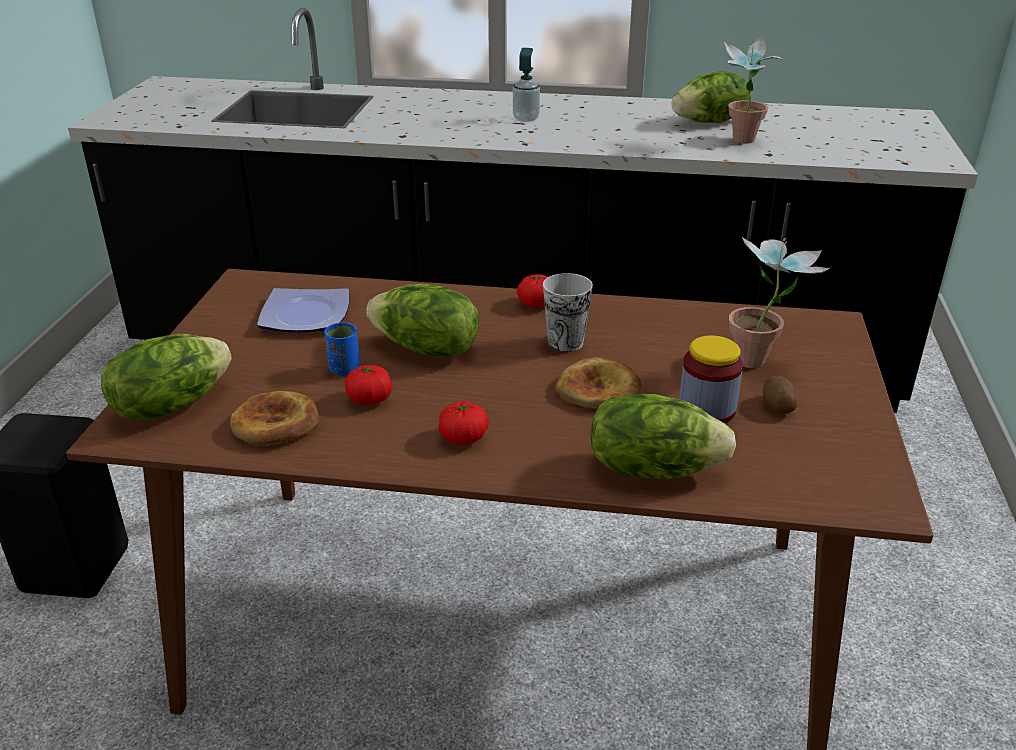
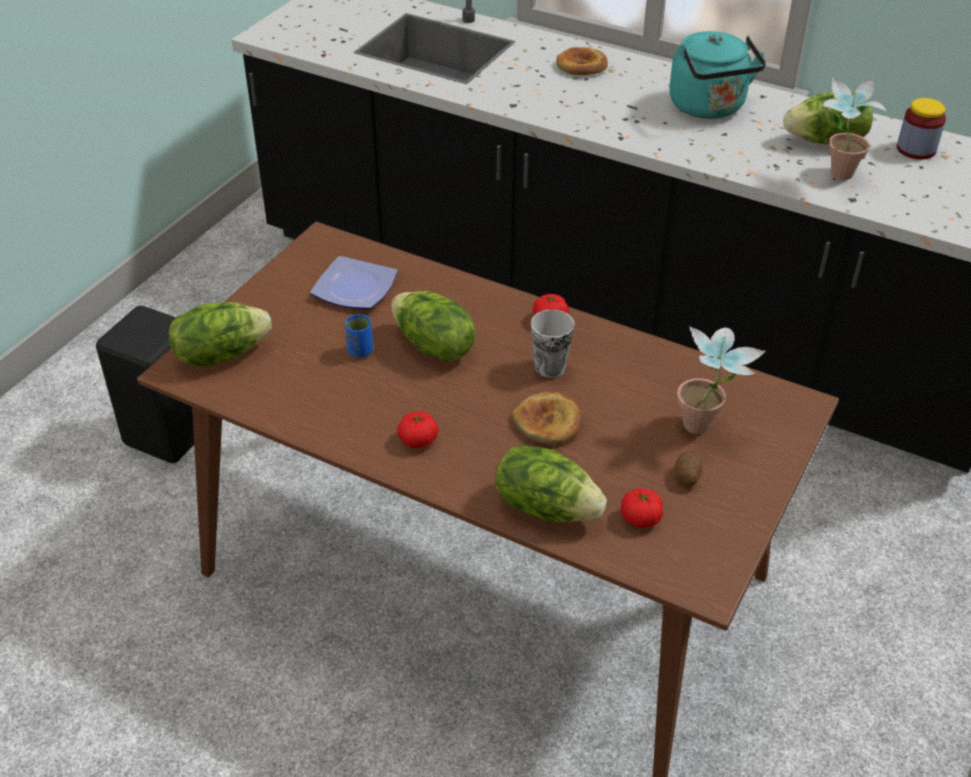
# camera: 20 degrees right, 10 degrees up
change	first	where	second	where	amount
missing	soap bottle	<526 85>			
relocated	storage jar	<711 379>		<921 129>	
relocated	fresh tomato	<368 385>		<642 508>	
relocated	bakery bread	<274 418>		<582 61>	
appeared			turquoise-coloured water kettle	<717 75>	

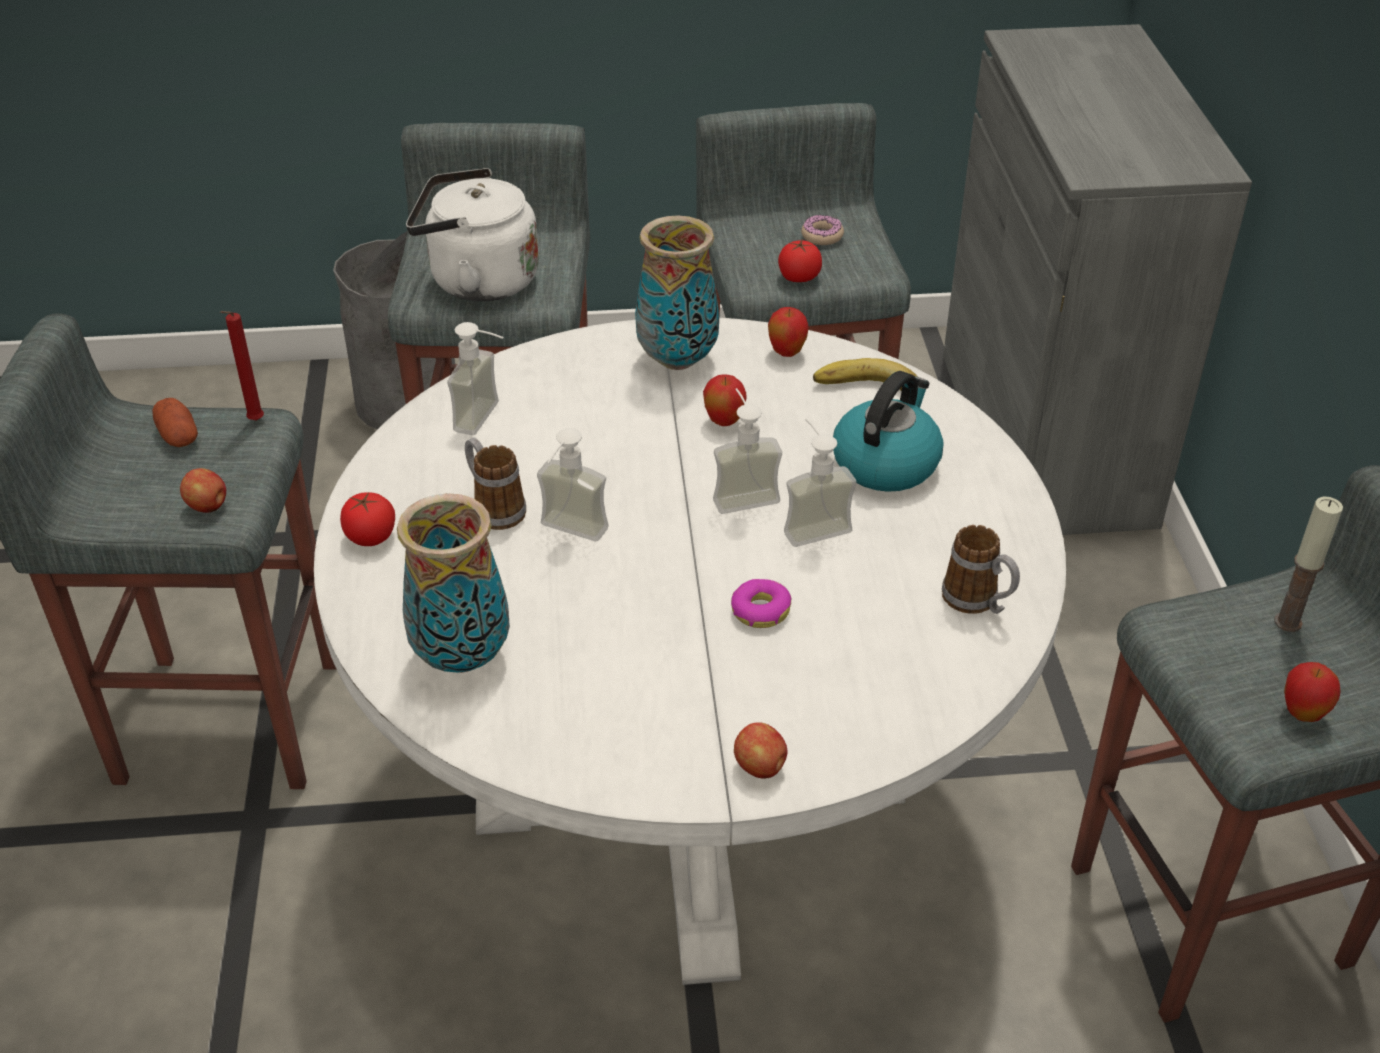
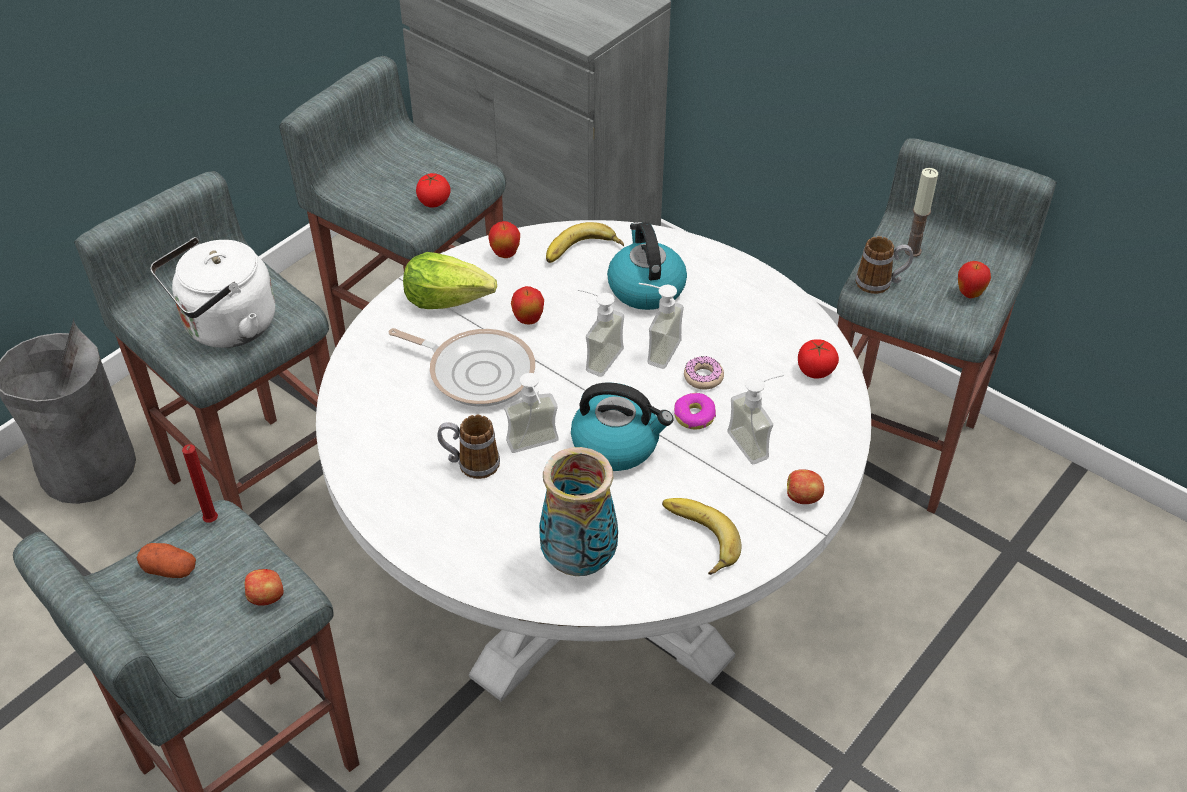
# camera: 45 degrees left, 5 degrees up
change	first	where	second	where	amount
exchanged	flower vase	<677 292>	lettuce head	<450 280>	
relocated	ring doughnut	<822 230>		<704 373>	
relocated	soap bottle	<475 378>		<755 419>	
relocated	fresh tomato	<367 519>		<818 359>	
relocated	tea mug	<981 569>		<884 265>	
appeared			frying pan	<461 367>	
appeared			water kettle	<622 426>	
appeared			banana fruit	<701 536>	

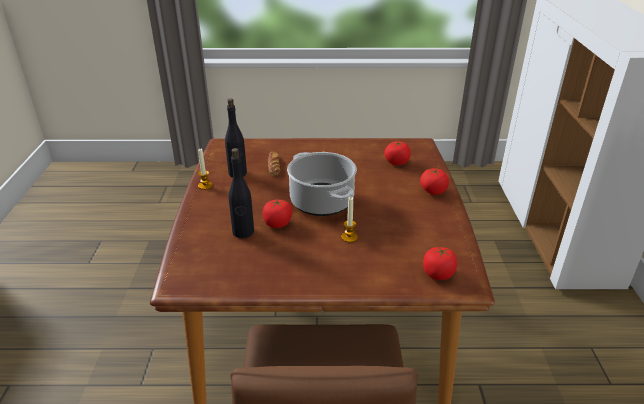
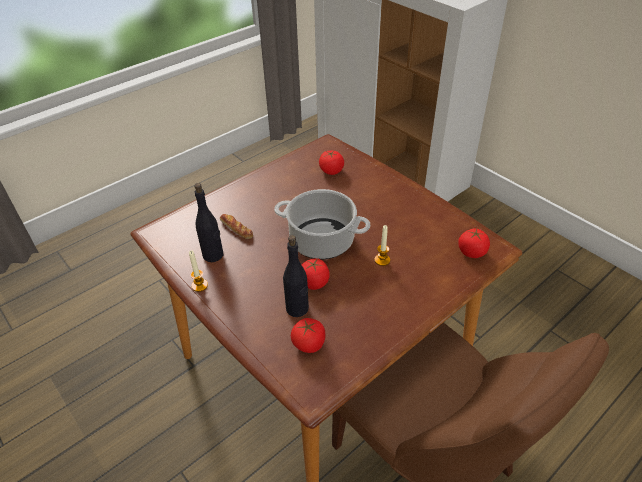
# camera: 40 degrees left, 10 degrees up
change	first	where	second	where	amount
relocated	fresh tomato	<434 181>		<308 335>	

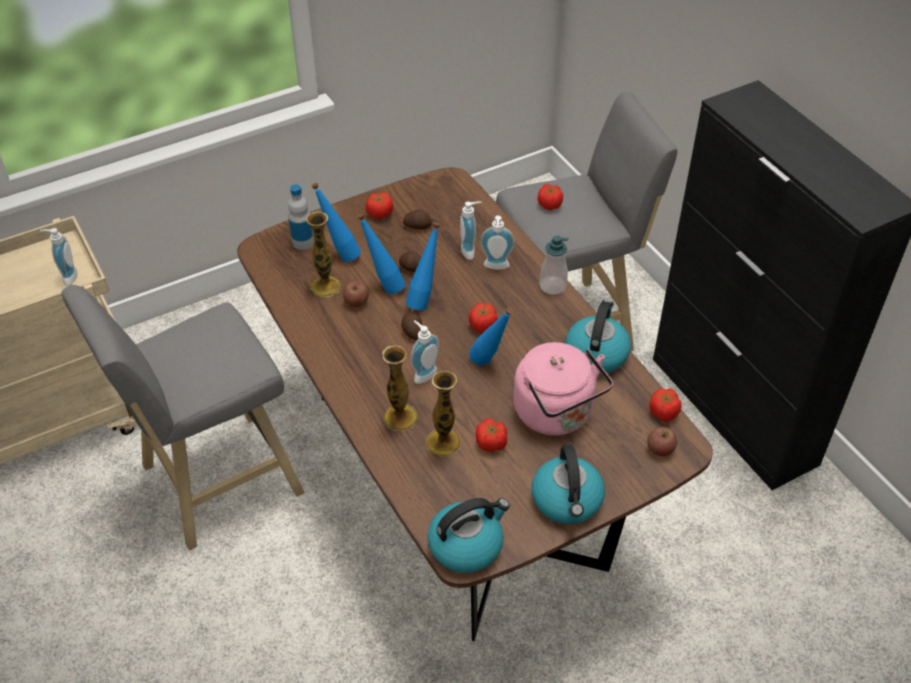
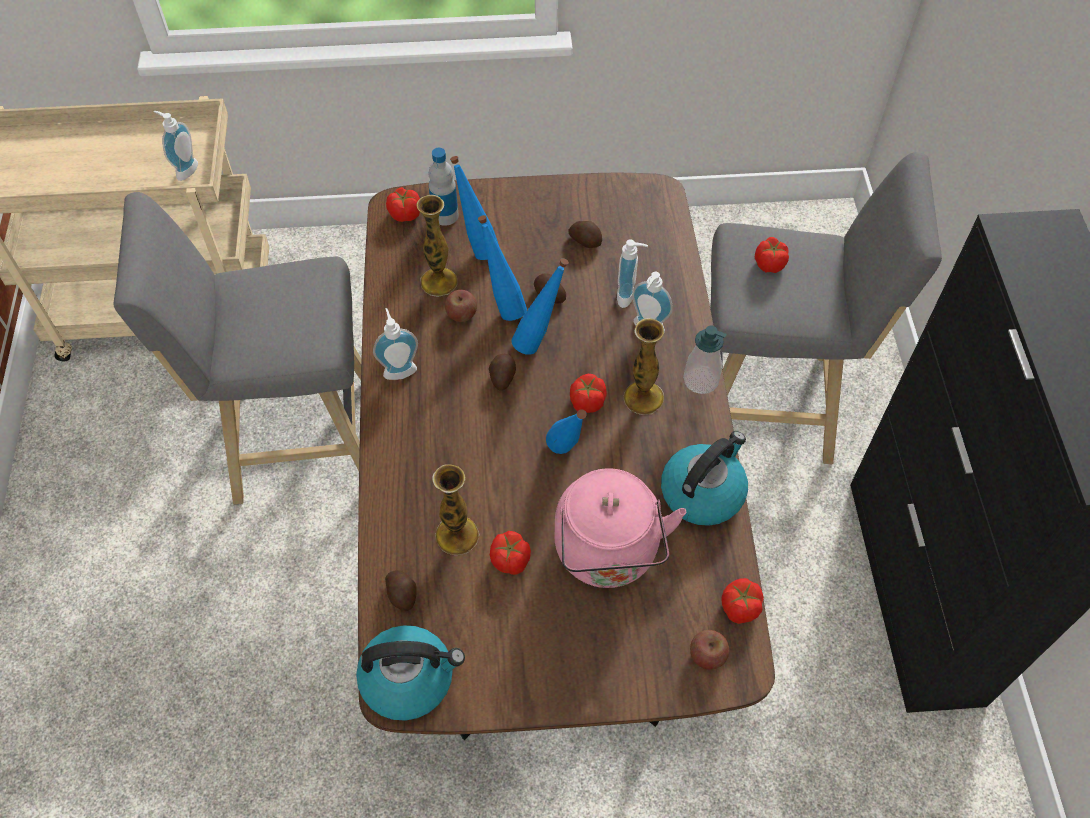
# camera: 25 degrees right, 10 degrees up
change	first	where	second	where	amount
relocated	fresh tomato	<379 205>		<403 204>	
relocated	soap bottle	<425 352>		<395 344>	
relocated	flower vase	<399 388>		<644 366>	
missing	water kettle	<568 484>			
appeared			spud	<401 590>	

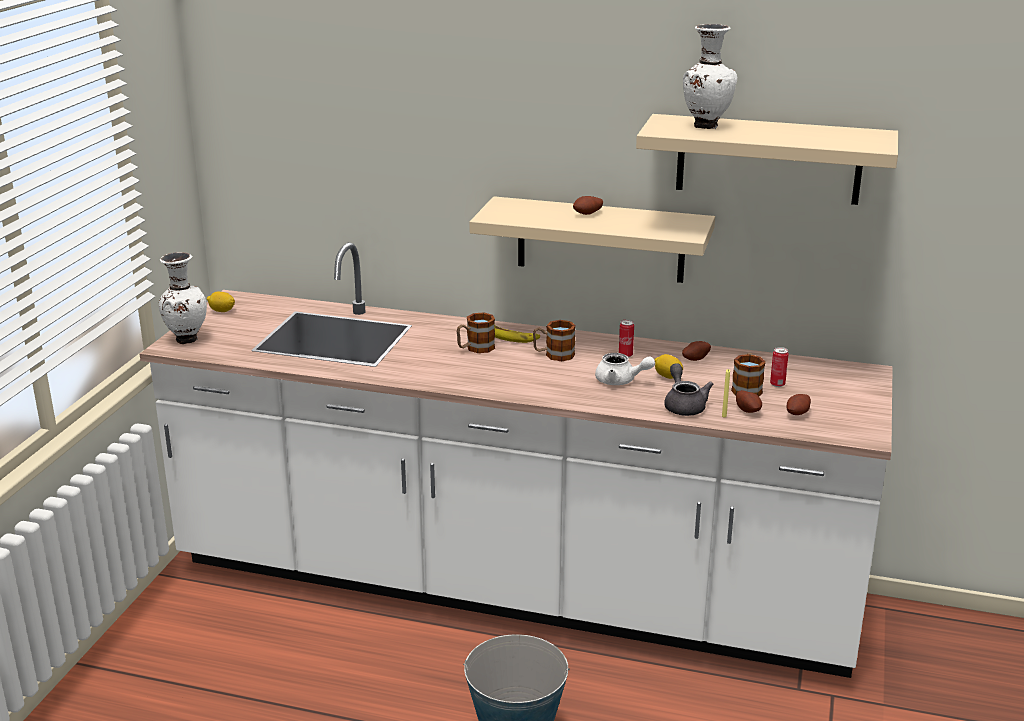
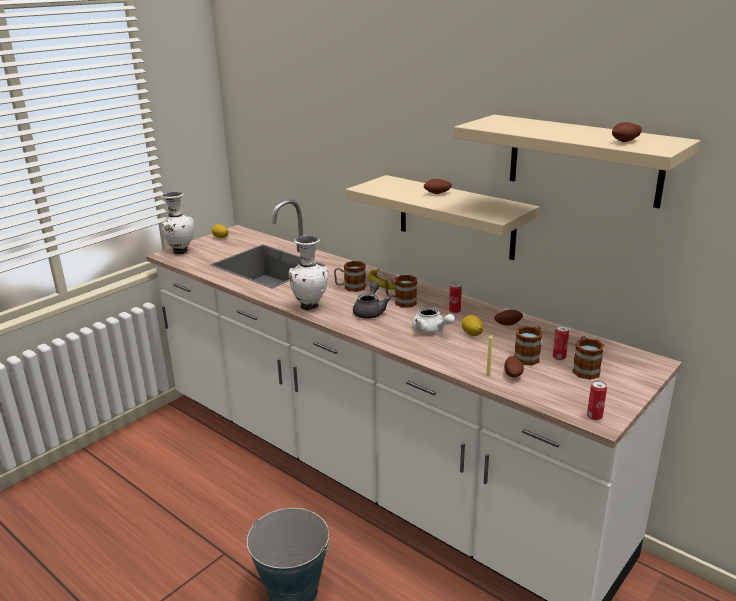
# camera: 25 degrees right, 0 degrees up
change	first	where	second	where	amount
relocated	whitish flower vase	<710 76>		<308 273>	
relocated	gray pot for tea	<688 389>		<372 300>	
relocated	spud	<799 404>		<627 132>	
appeared			tea mug	<588 358>	
appeared			metal can	<597 400>	

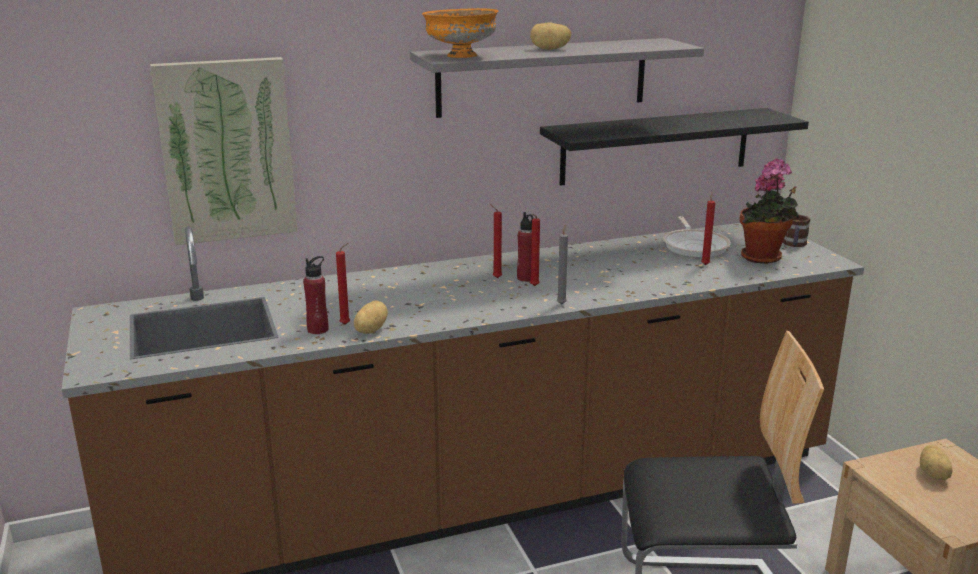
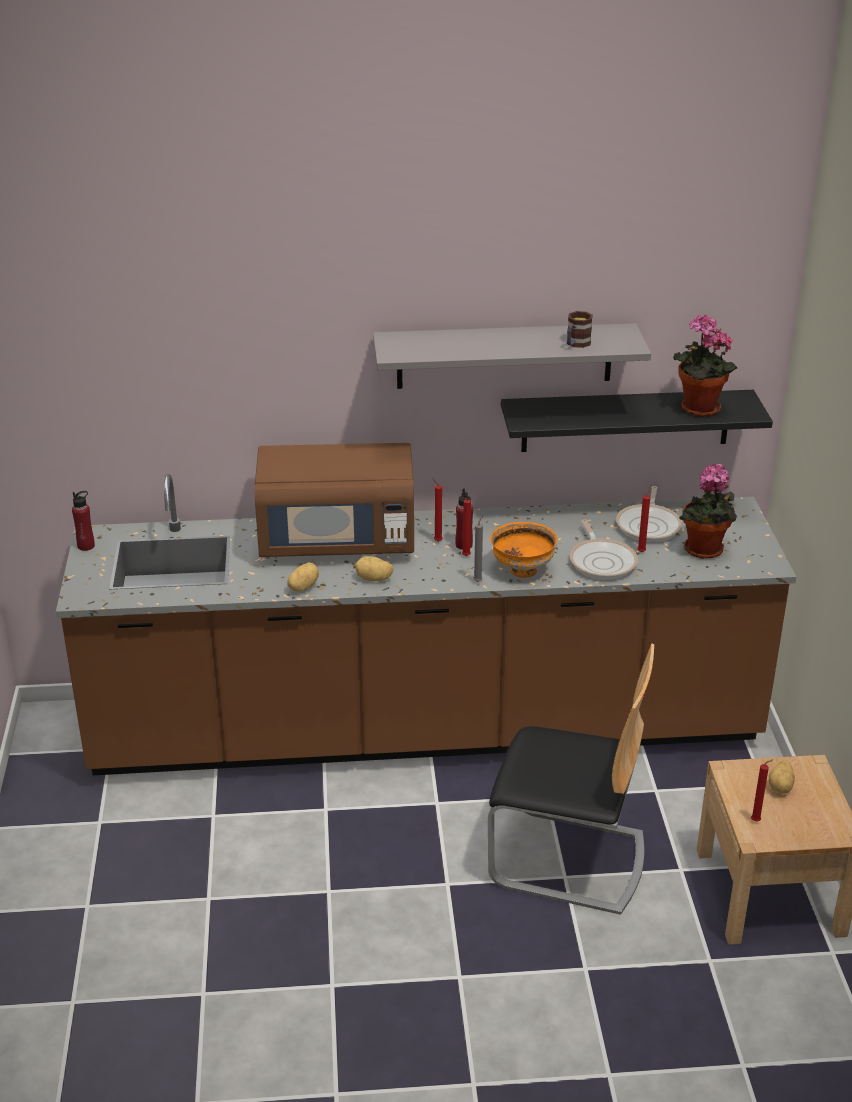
# camera: 15 degrees right, 10 degrees up
change	first	where	second	where	amount
relocated	orange deep dish	<460 33>		<523 550>	
relocated	spud	<550 36>		<374 568>	
missing	wall picture	<224 151>			
relocated	tea mug	<797 231>		<580 329>	
relocated	red candle	<343 284>		<762 790>	
relocated	red beverage bottle	<315 295>		<83 521>	
appeared			houseplant	<705 365>	
appeared			brownish microwave oven	<334 500>	
appeared			frying pan	<604 549>	

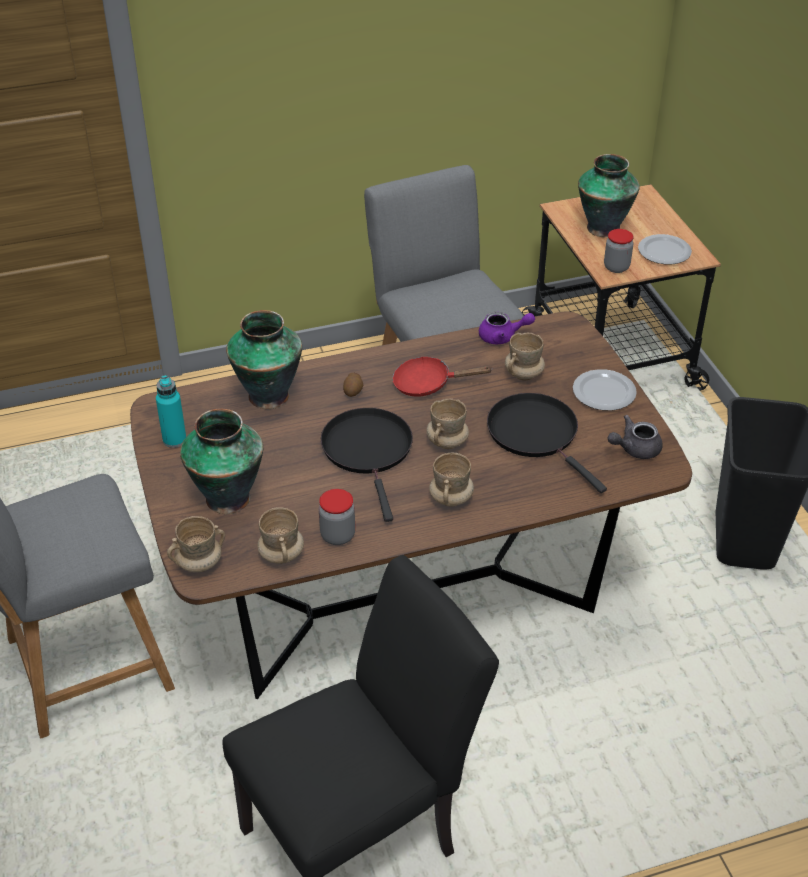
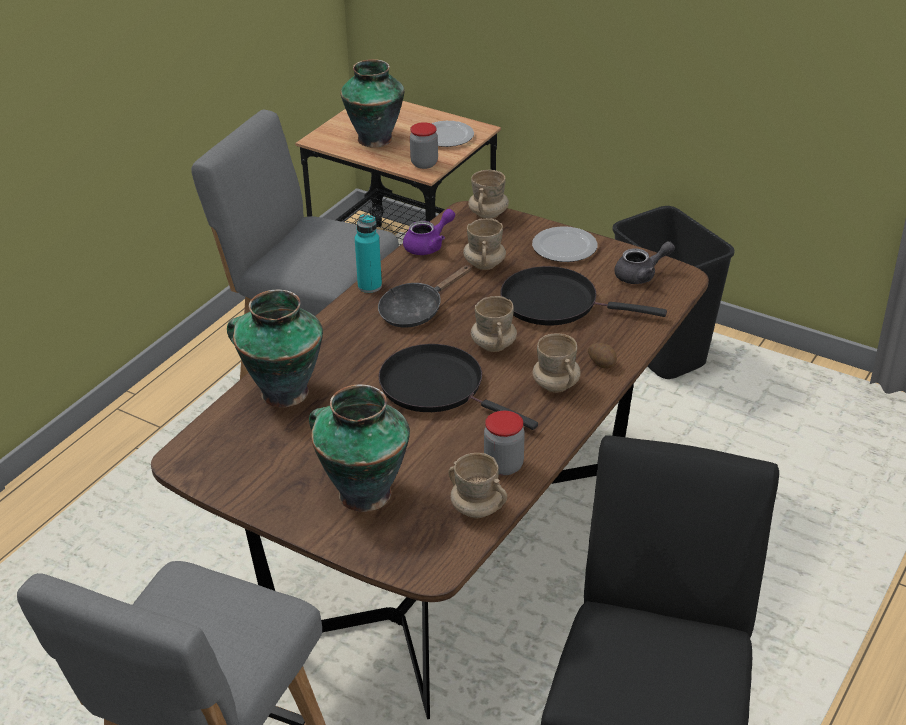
# camera: 40 degrees left, 5 degrees down
change	first	where	second	where	amount
colour	red frying pan	<442 376>	black frying pan	<425 296>	
relocated	spud	<353 385>		<602 355>	
relocated	turquoise-coloured beverage bottle	<171 411>		<368 253>	
spun	gray pot for tea	<635 437>		<644 262>	135 degrees counterclockwise
relocated	beige tea mug	<196 544>		<488 194>	

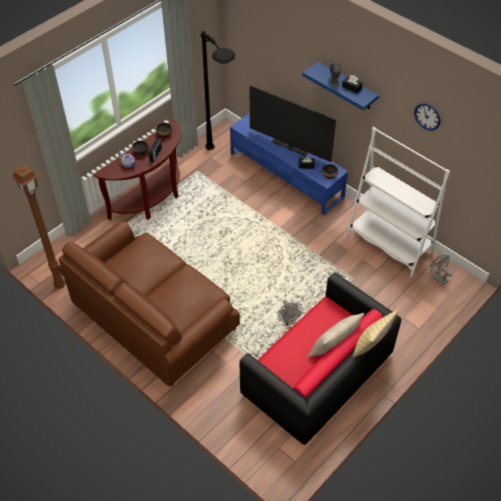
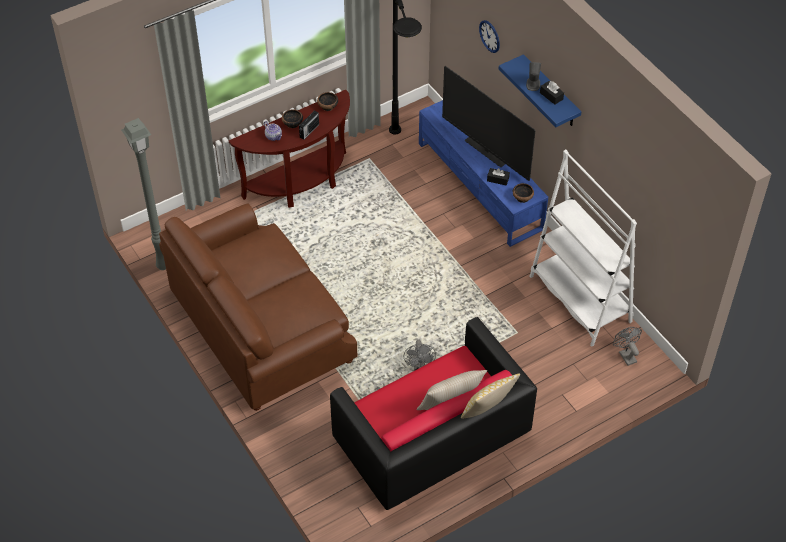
# camera: 15 degrees right, 0 degrees up
change	first	where	second	where	amount
relocated	hanging clock	<427 117>		<489 36>	
colour	brownish standing lamp	<38 226>	gray standing lamp	<143 194>	

